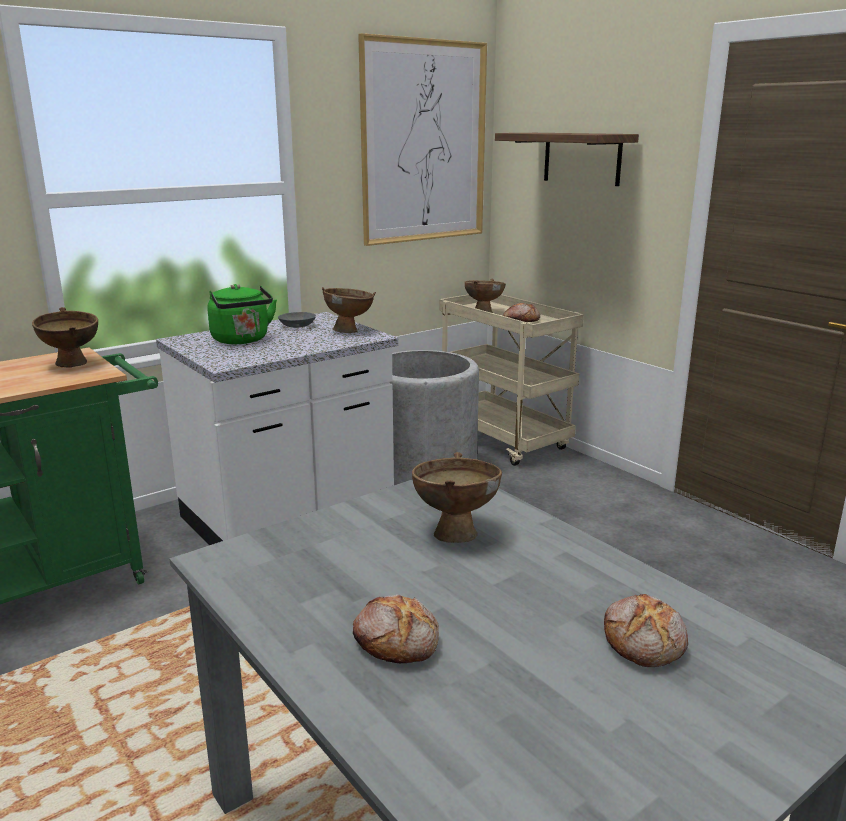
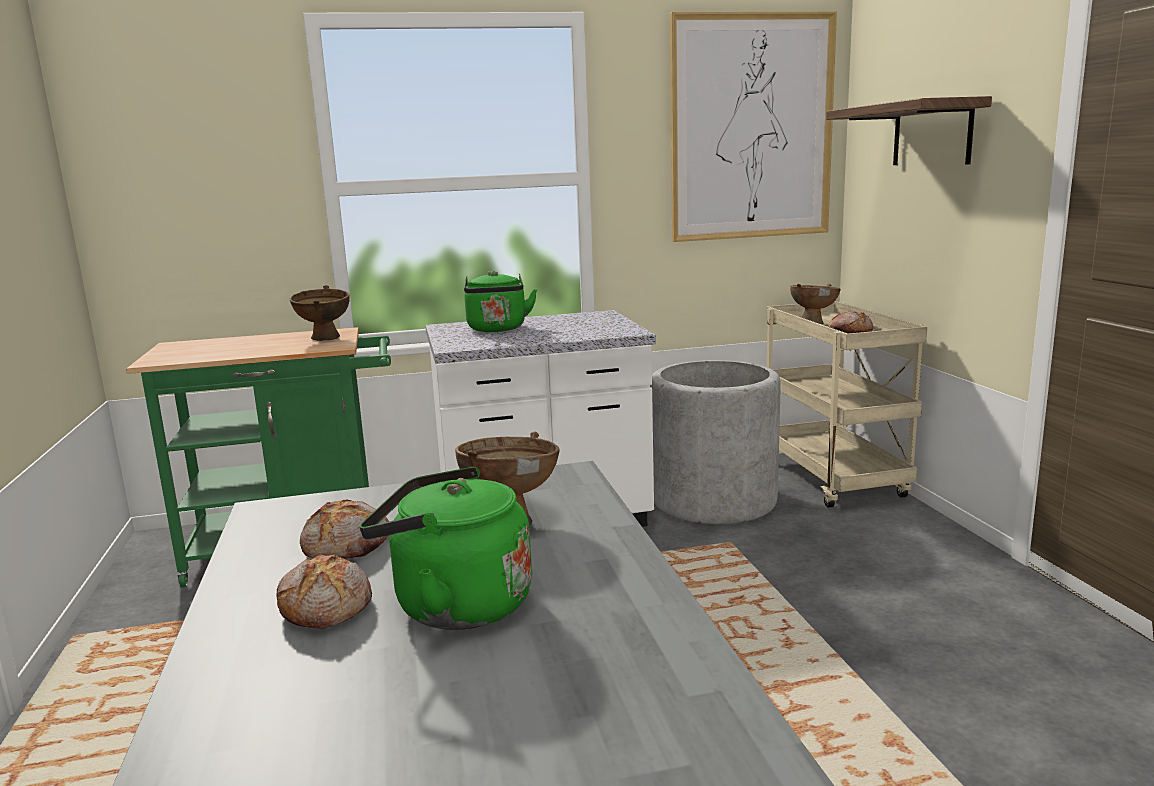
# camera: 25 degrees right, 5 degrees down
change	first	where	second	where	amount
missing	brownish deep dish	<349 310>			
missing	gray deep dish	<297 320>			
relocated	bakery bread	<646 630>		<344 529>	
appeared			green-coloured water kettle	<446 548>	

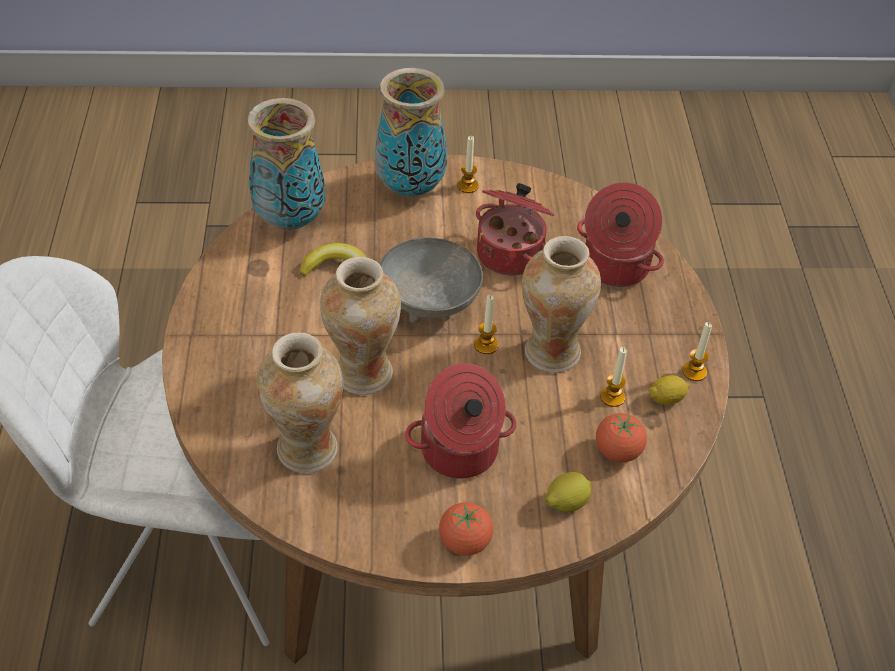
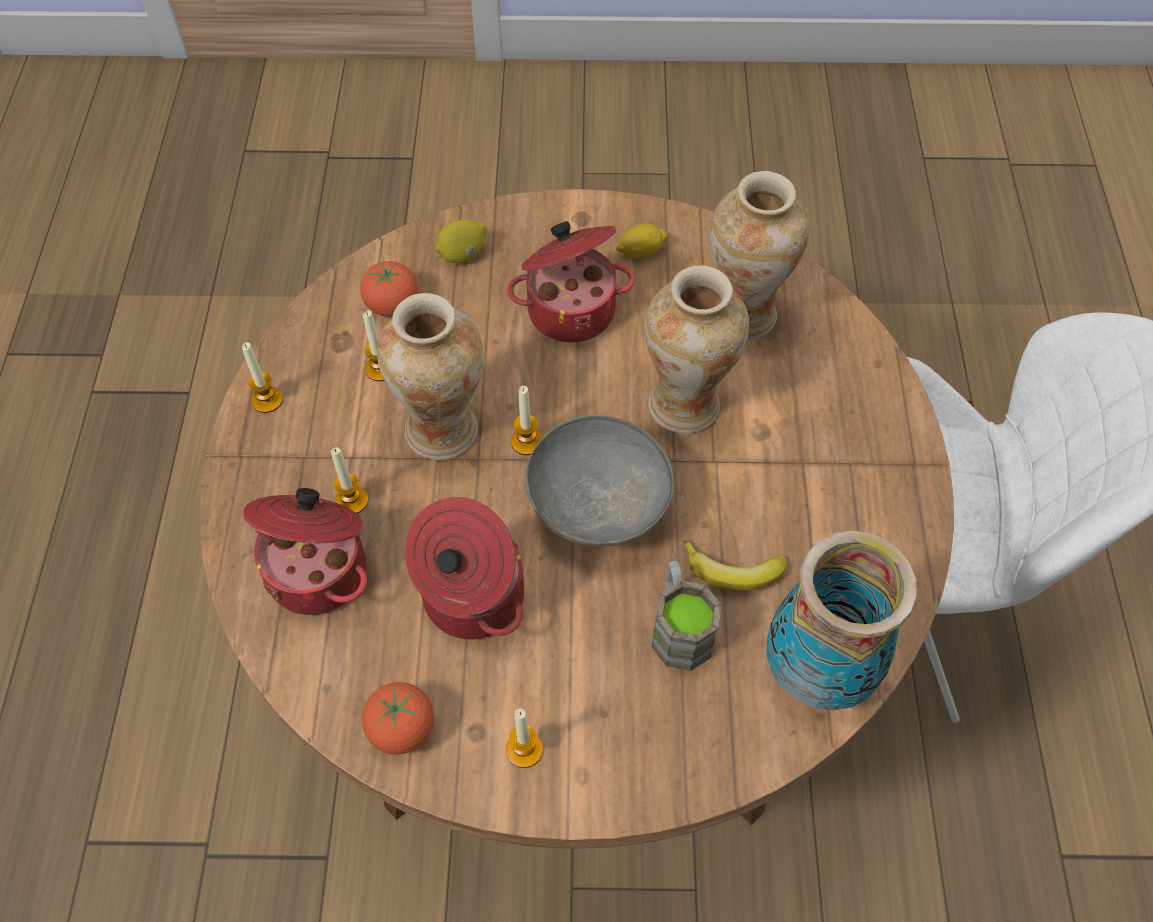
# camera: 175 degrees left, 10 degrees up
change	first	where	second	where	amount
missing	flower vase	<411 133>			
relocated	citrus fruit	<669 390>		<642 240>	
relocated	fresh tomato	<466 529>		<398 718>	
appeared			candle	<349 481>	
appeared			brownish tea mug	<686 616>	

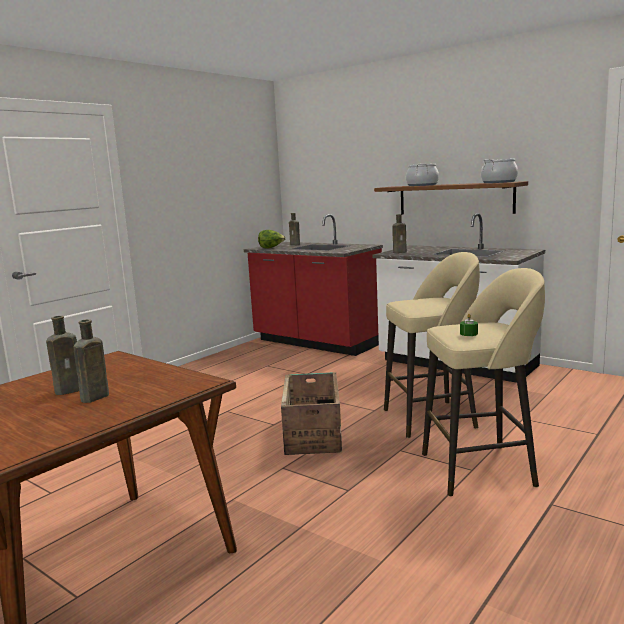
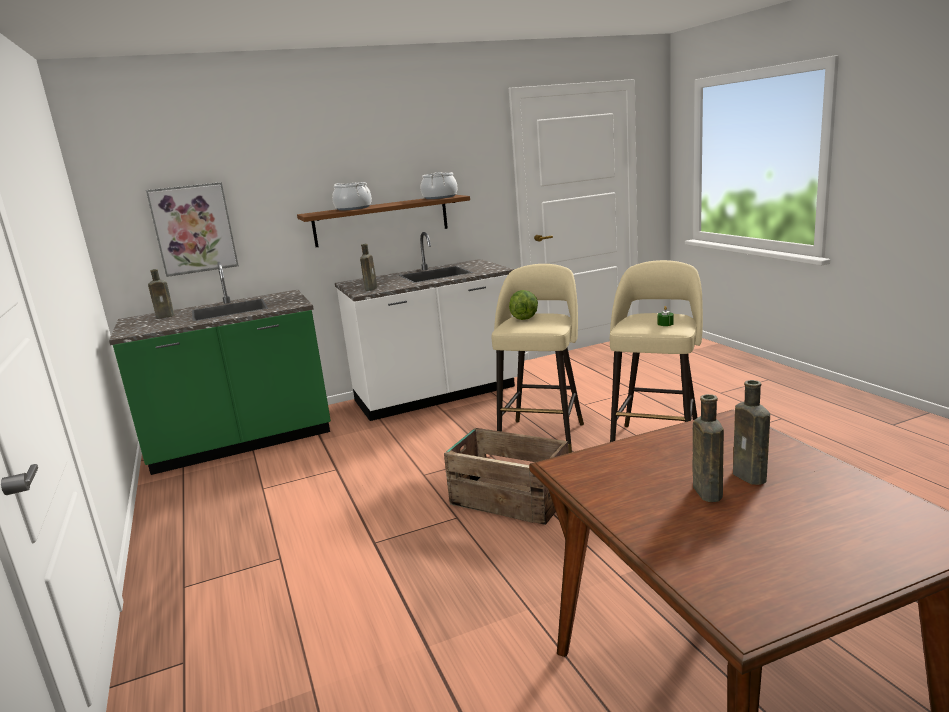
# camera: 60 degrees left, 5 degrees up
change	first	where	second	where	amount
colour	red kitchen base unit	<313 285>	green-coloured kitchen base unit	<220 368>	
relocated	lettuce head	<272 239>		<523 305>	
appeared			wall picture	<192 229>	

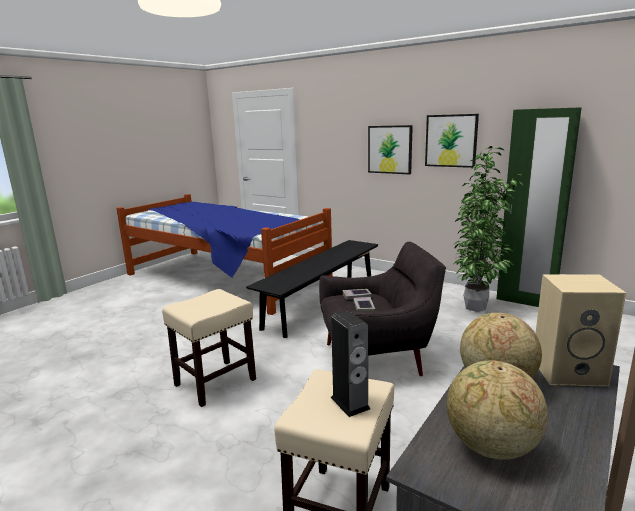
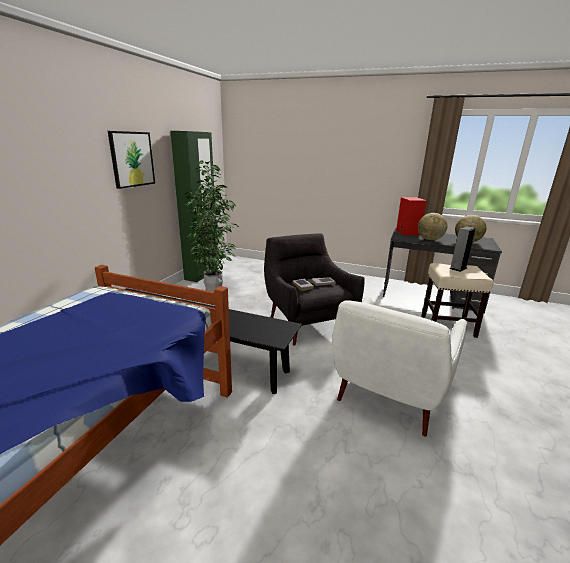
# camera: 105 degrees left, 5 degrees up
change	first	where	second	where	amount
missing	wall picture	<390 149>			
colour	beige audio speaker	<581 330>	red audio speaker	<411 216>	
exchanged	beige stool	<209 348>	whitish lounge chair	<399 366>	

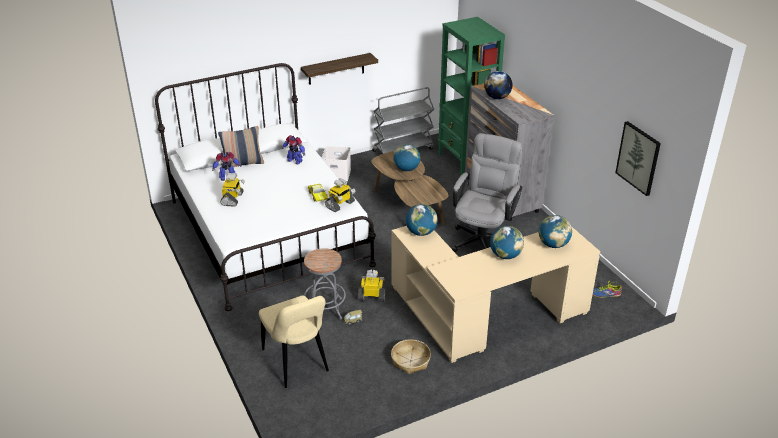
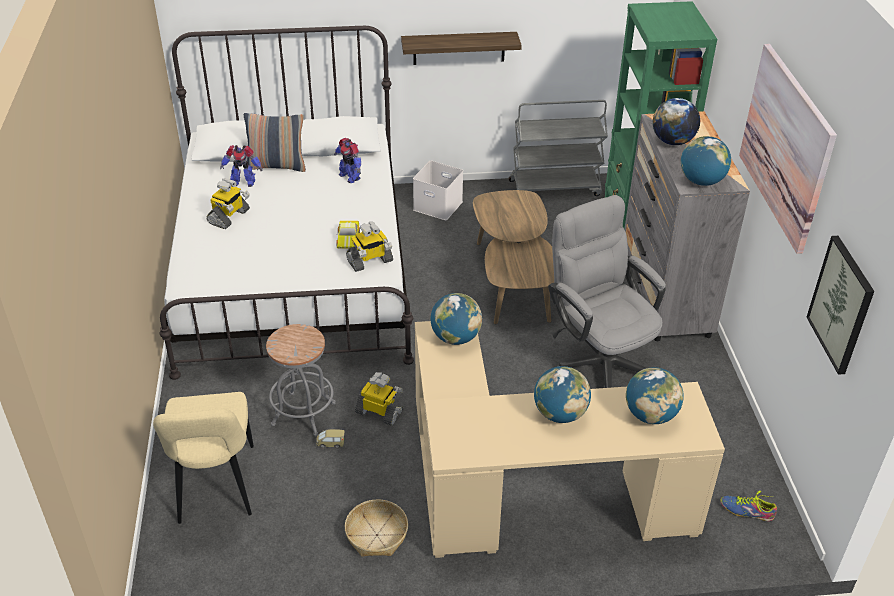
# camera: 20 degrees right, 5 degrees up
change	first	where	second	where	amount
spun	gray desk chair	<487 192>		<607 291>	75 degrees counterclockwise
relocated	globe	<406 157>		<706 161>	
appeared			wall picture	<788 149>	

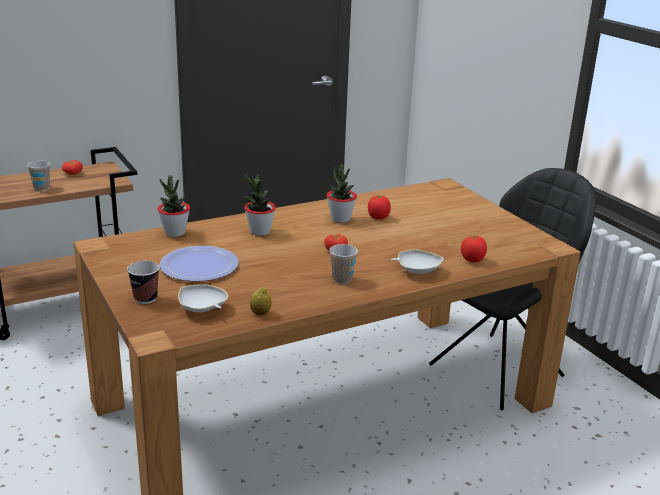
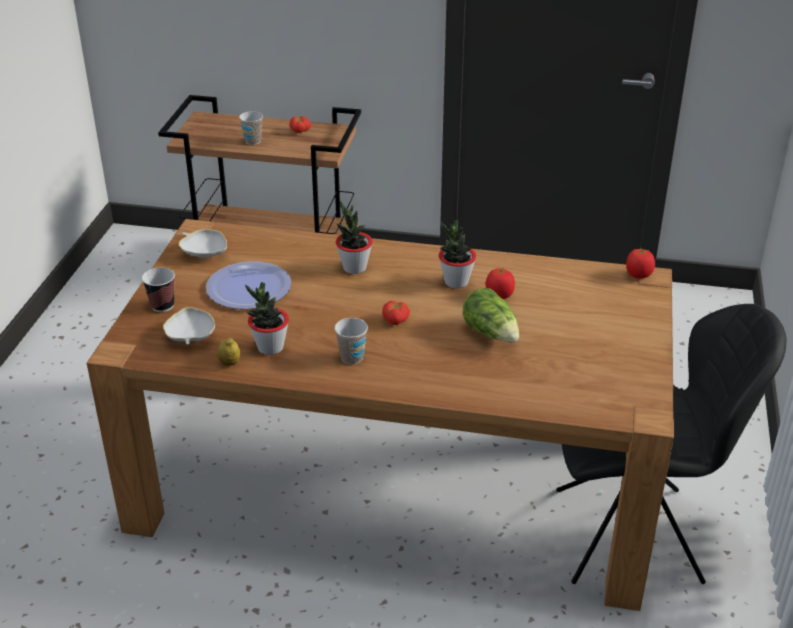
# camera: 40 degrees right, 10 degrees up
change	first	where	second	where	amount
relocated	houseplant	<174 206>		<267 318>	
relocated	fresh tomato	<474 248>		<640 263>	
relocated	whitish deep dish	<417 261>		<203 243>	
appeared			lettuce head	<491 315>	

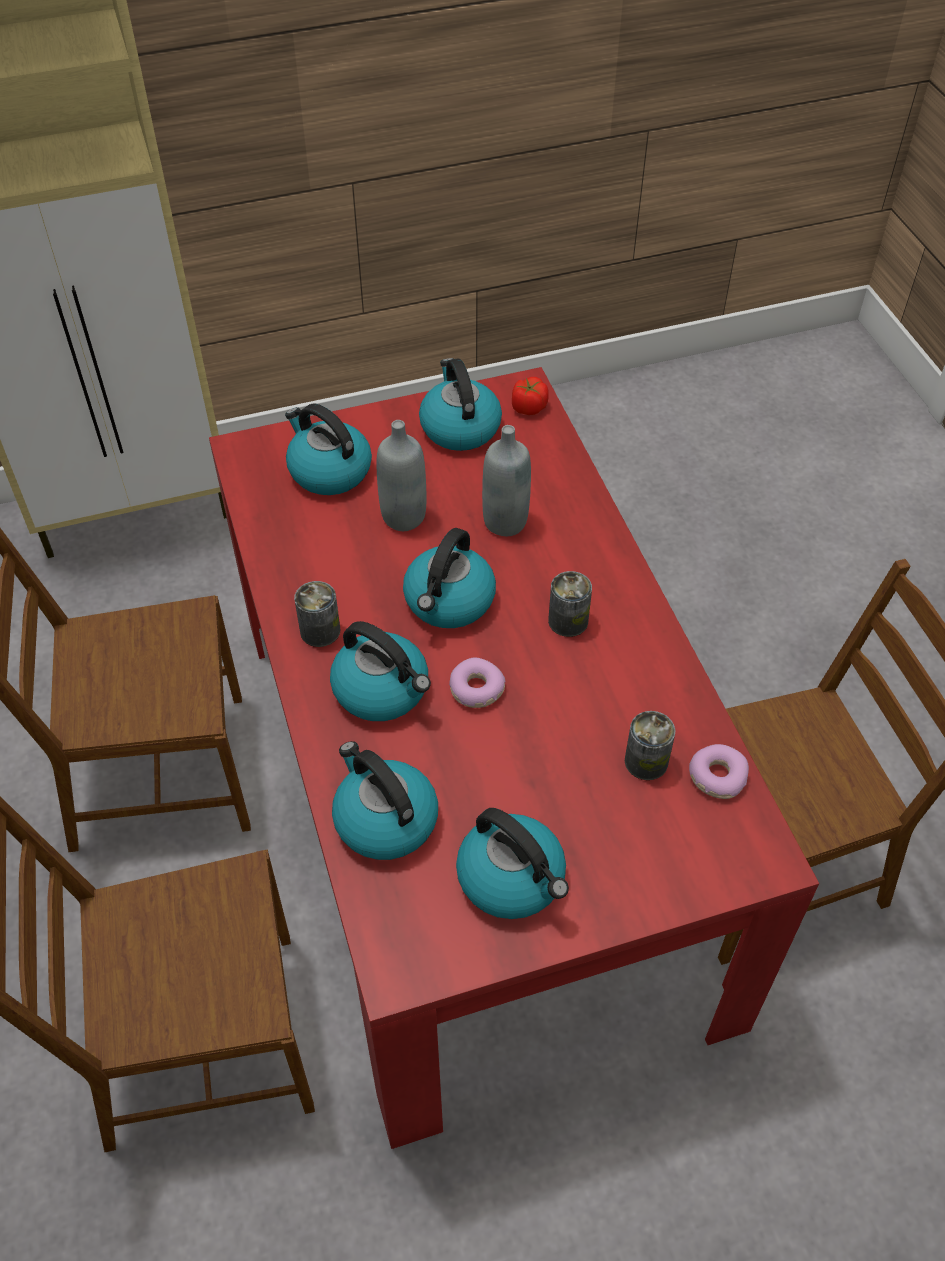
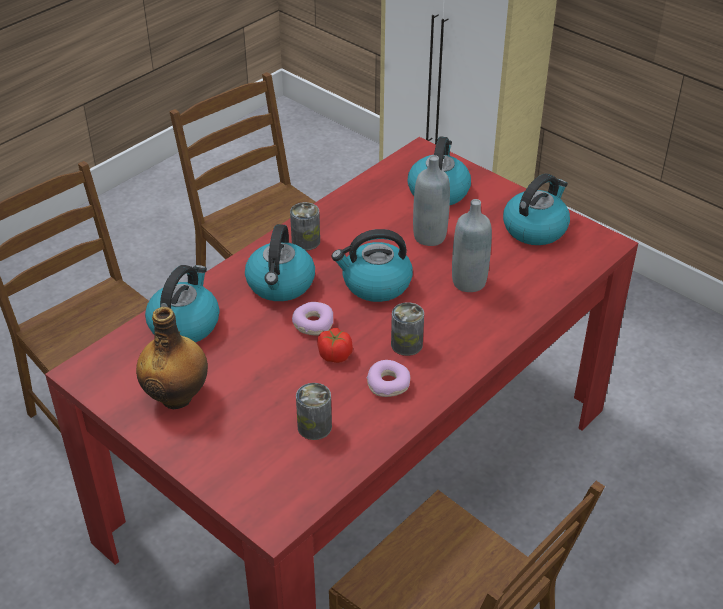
# camera: 60 degrees right, 10 degrees down
change	first	where	second	where	amount
relocated	fresh tomato	<530 396>		<335 345>	
relocated	ring doughnut	<719 771>		<388 378>	
exchanged	water kettle	<512 863>	beverage bottle	<172 358>	

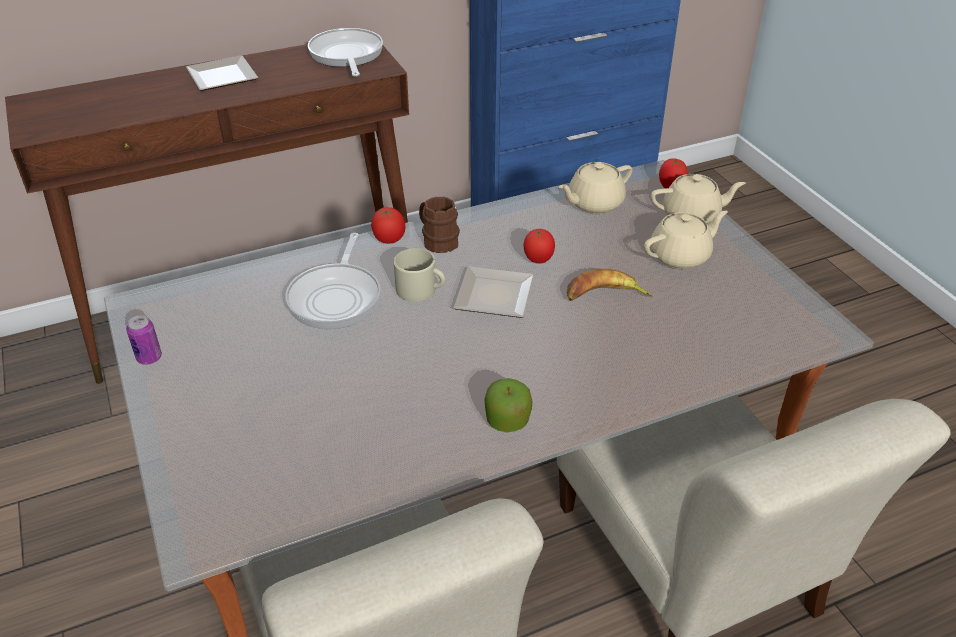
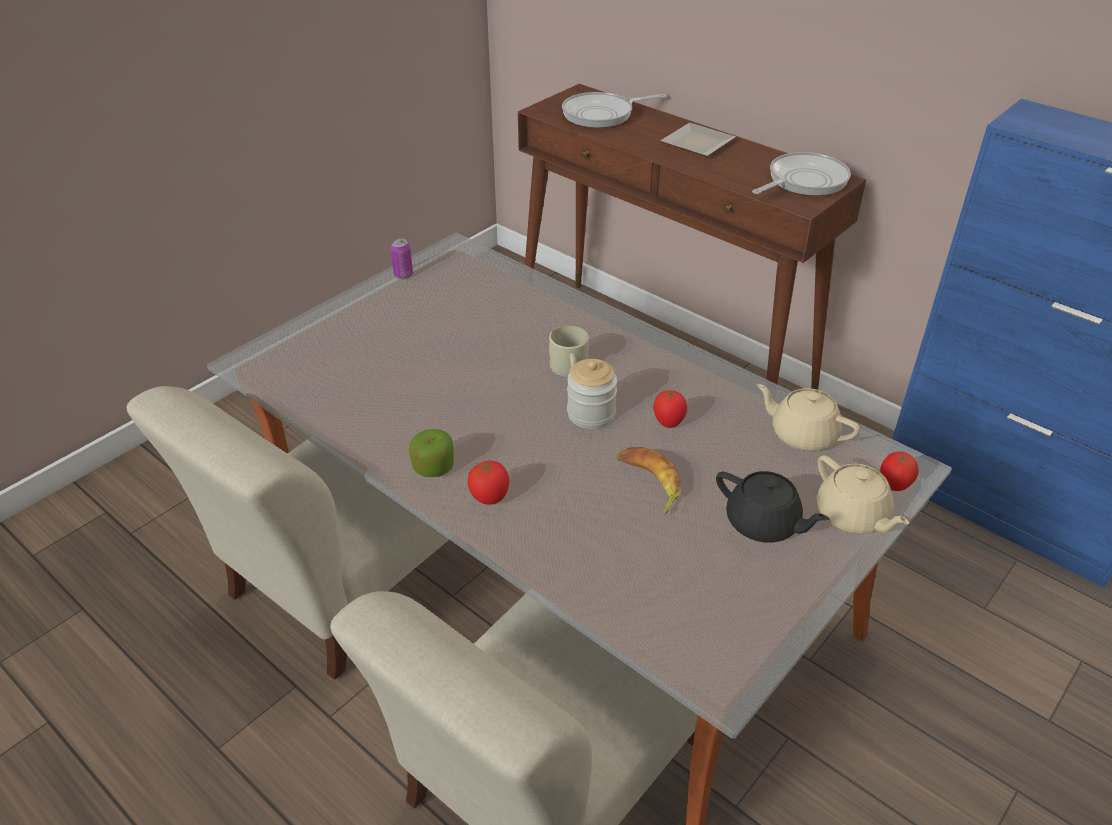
# camera: 65 degrees right, 0 degrees up
change	first	where	second	where	amount
missing	brownish tea mug	<439 225>			
relocated	fresh tomato	<388 225>		<488 482>	
colour	beige pot for tea	<686 240>	black pot for tea	<772 507>	
relocated	frying pan	<333 281>		<614 110>	
exchanged	plate	<494 292>	storage jar	<592 394>	

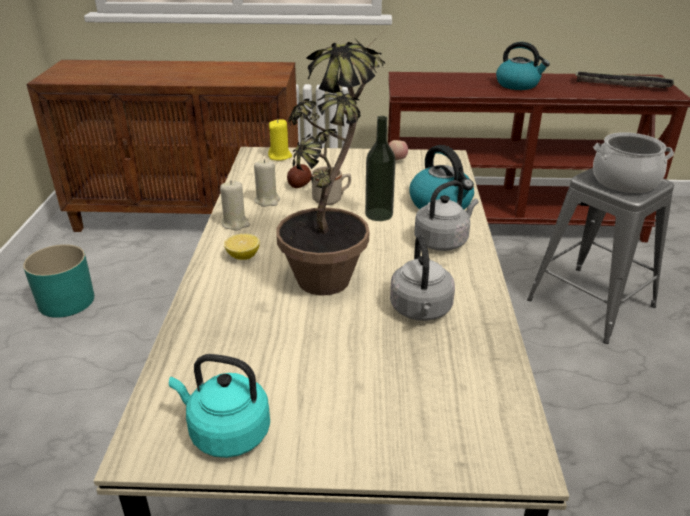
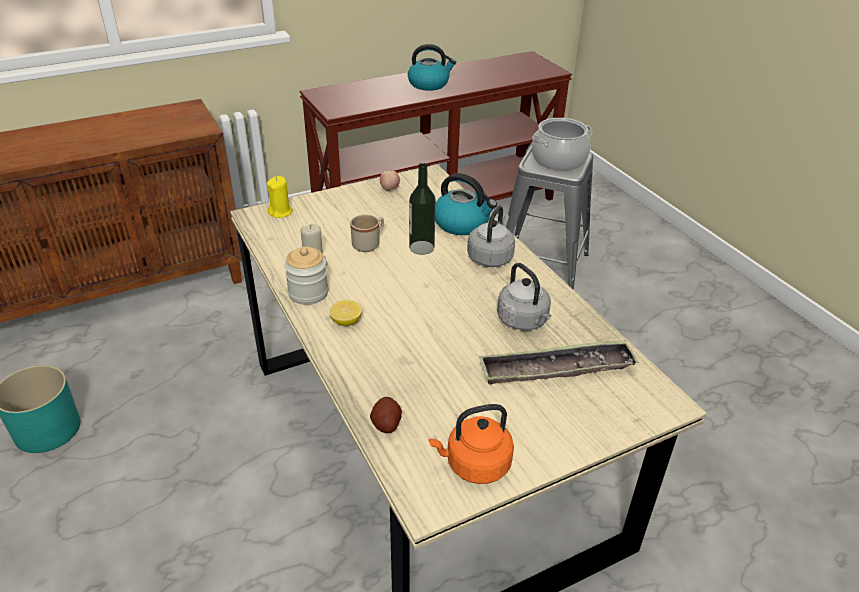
# camera: 30 degrees left, 5 degrees up
change	first	where	second	where	amount
missing	houseplant	<331 167>			
relocated	carrying tray	<625 79>		<559 361>	
relocated	spud	<299 176>		<386 415>	
exchanged	beige candle	<235 205>	storage jar	<306 276>	
colour	turquoise-coloured water kettle	<219 406>	orange water kettle	<471 444>	

